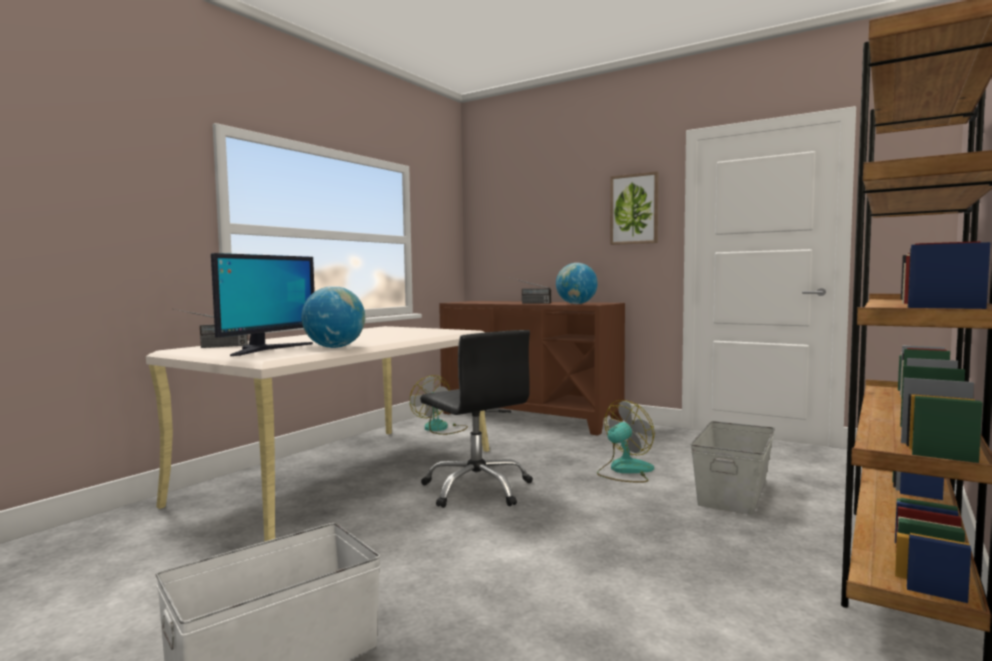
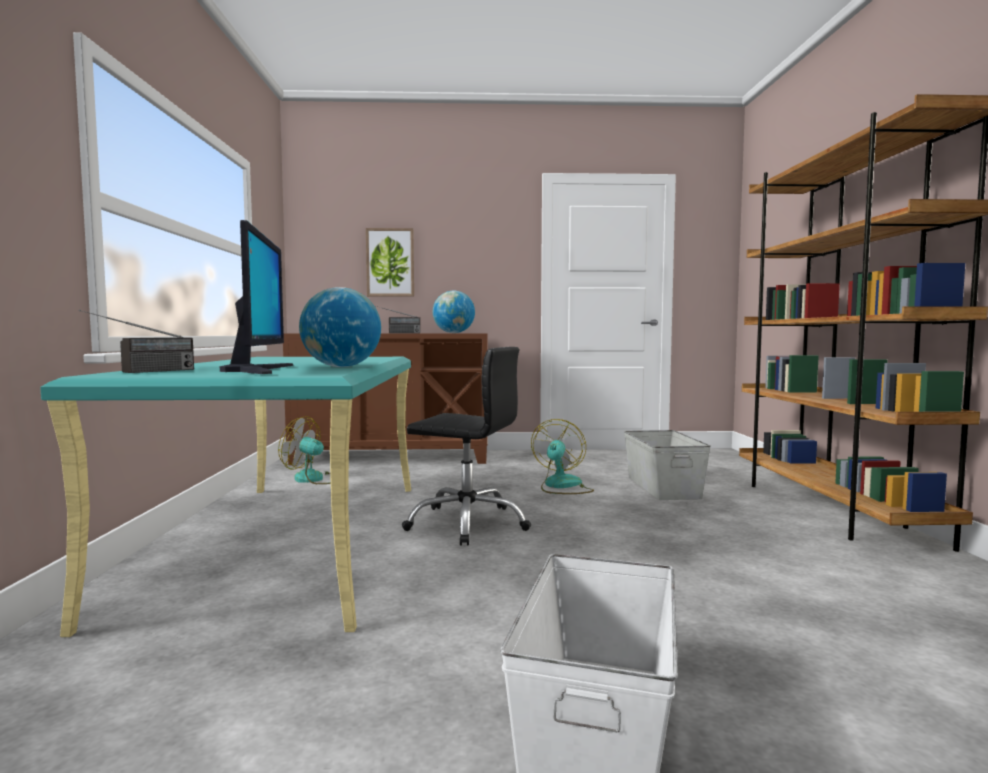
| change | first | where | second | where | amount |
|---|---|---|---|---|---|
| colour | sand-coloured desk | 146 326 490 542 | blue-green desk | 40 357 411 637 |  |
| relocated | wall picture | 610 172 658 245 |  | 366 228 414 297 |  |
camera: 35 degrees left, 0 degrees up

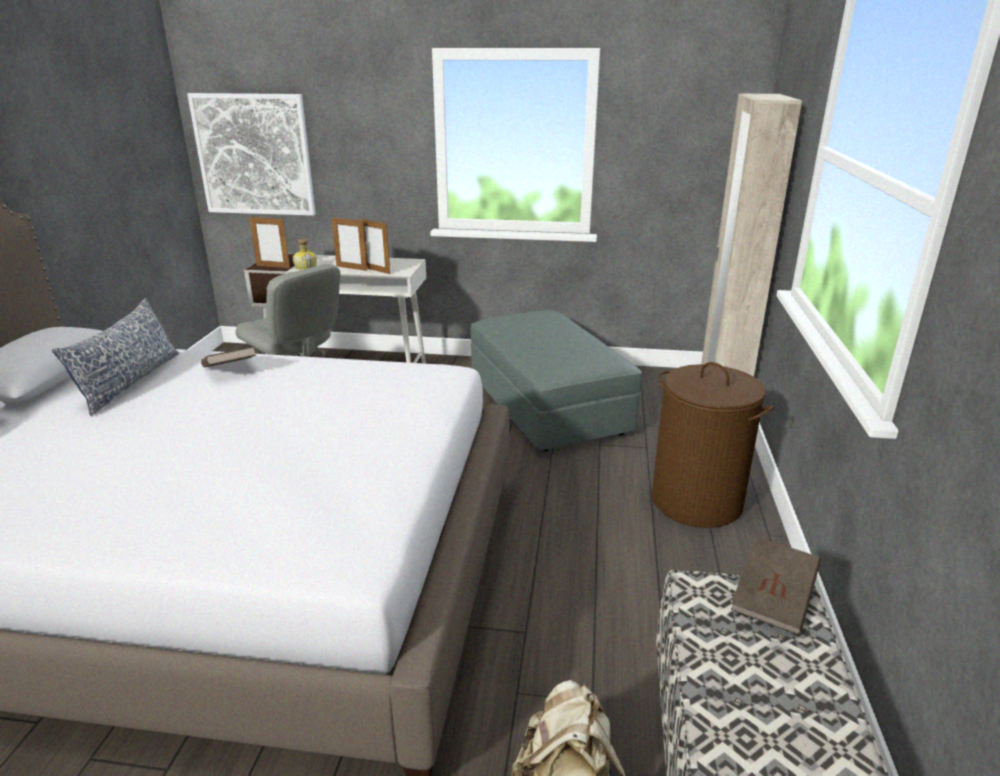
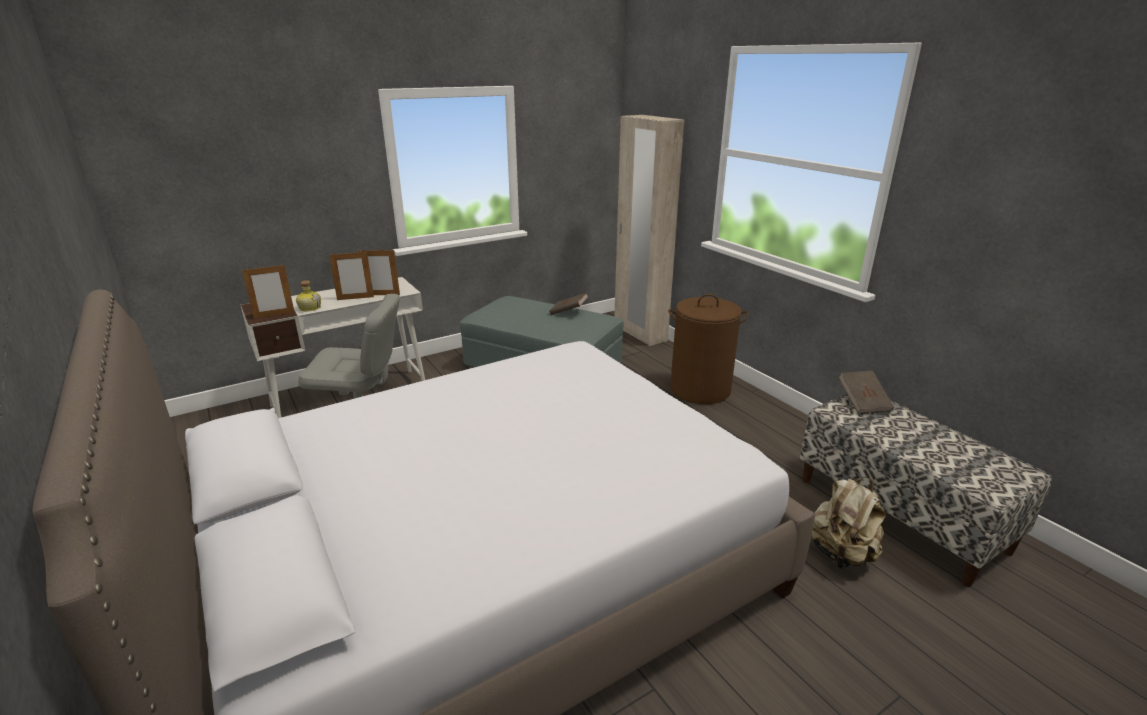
| change | first | where | second | where | amount |
|---|---|---|---|---|---|
| relocated | brown-coloured volume | 201 346 256 368 |  | 549 292 588 315 |  |
| missing | throw pillow | 52 298 180 416 |  |  |  |
| missing | wall picture | 187 93 316 216 |  |  |  |
camera: 40 degrees left, 0 degrees up

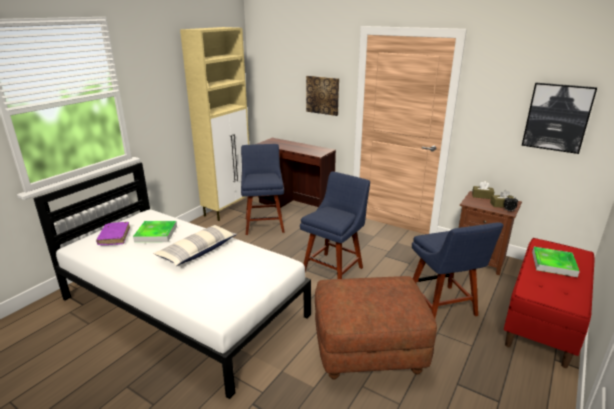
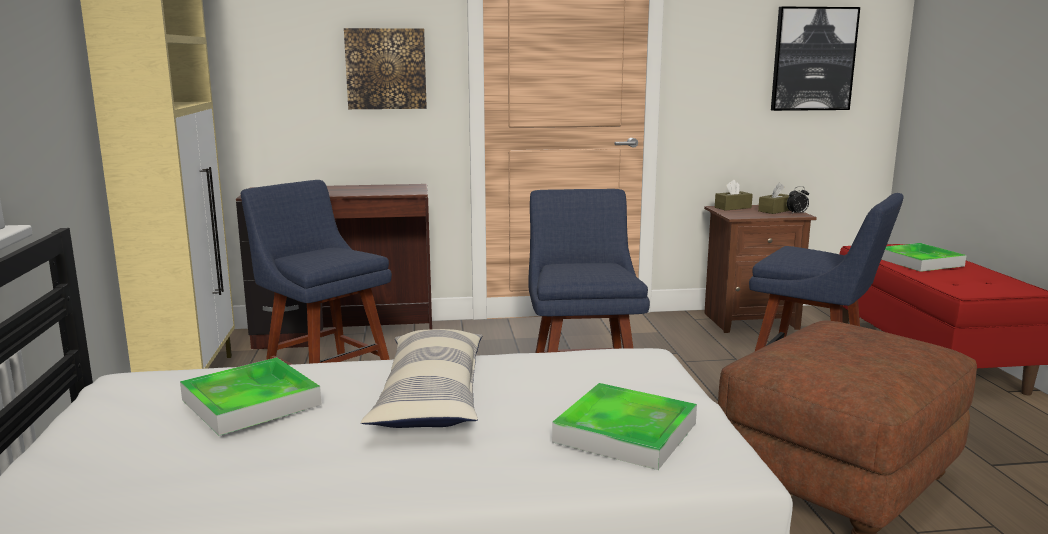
| change | first | where | second | where | amount |
|---|---|---|---|---|---|
| appeared |  |  | carrying tray | 552 383 697 470 |  |
| missing | purplish volume | 96 222 130 245 |  |  |  |
camera: 40 degrees left, 10 degrees down

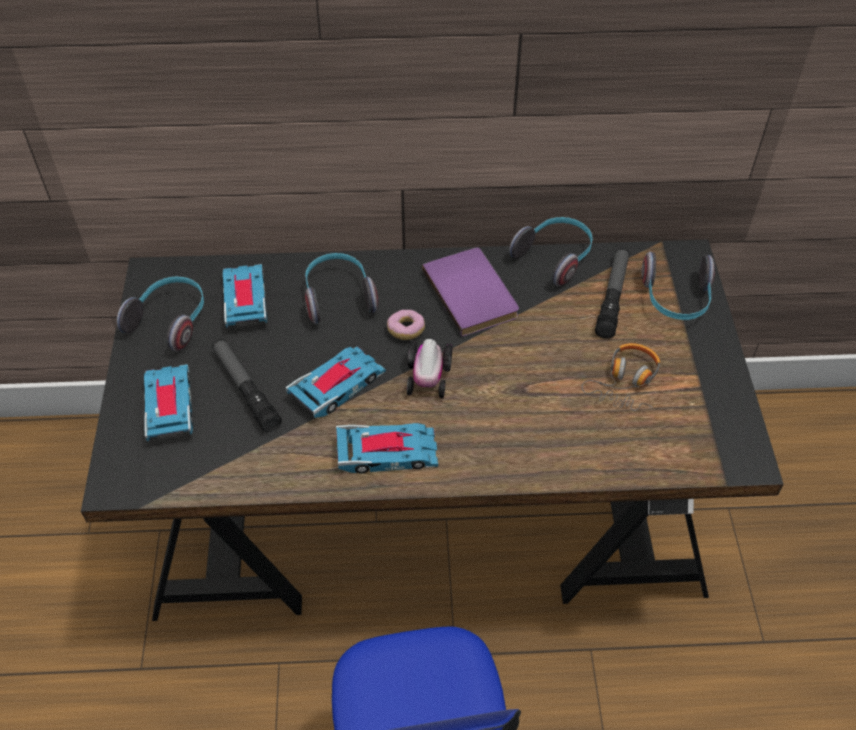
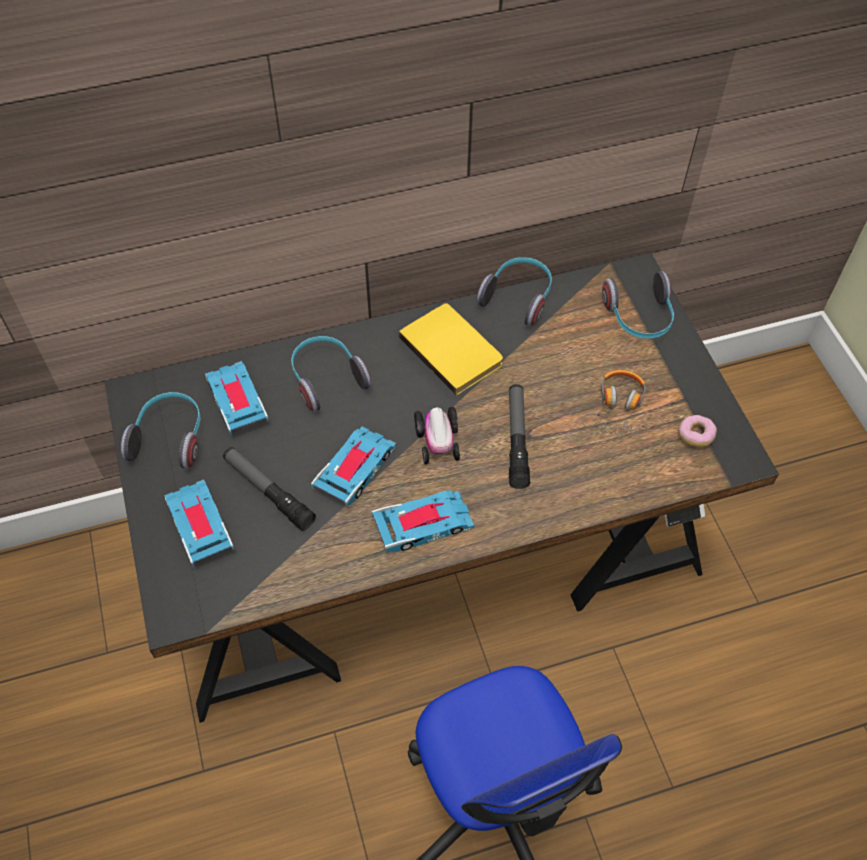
| change | first | where | second | where | amount |
|---|---|---|---|---|---|
| colour | purplish volume | 422 247 519 337 | yellow volume | 399 303 503 396 |  |
| relocated | hand torch | 595 248 629 339 |  | 509 384 530 489 |  |
| relocated | ring doughnut | 387 310 425 340 |  | 678 415 717 447 |  |
camera: 15 degrees left, 5 degrees up

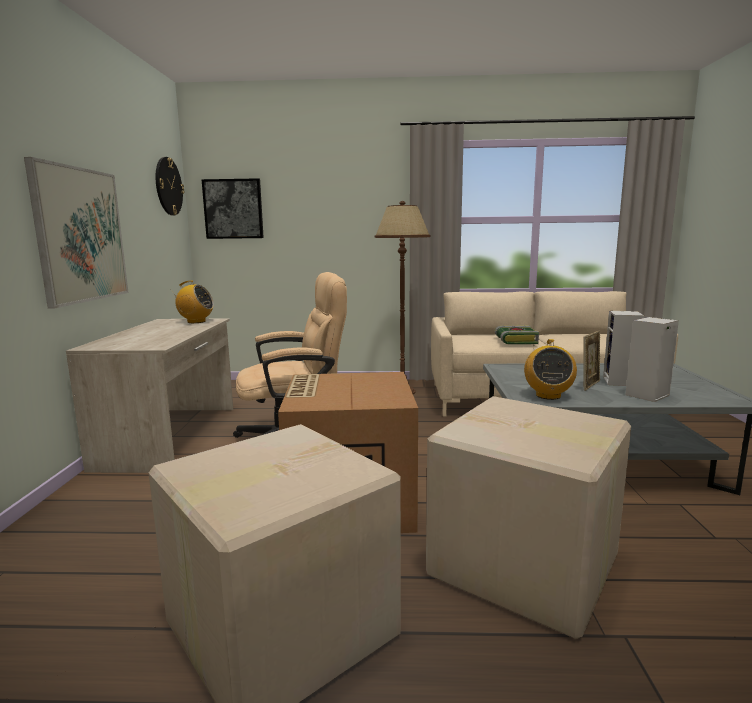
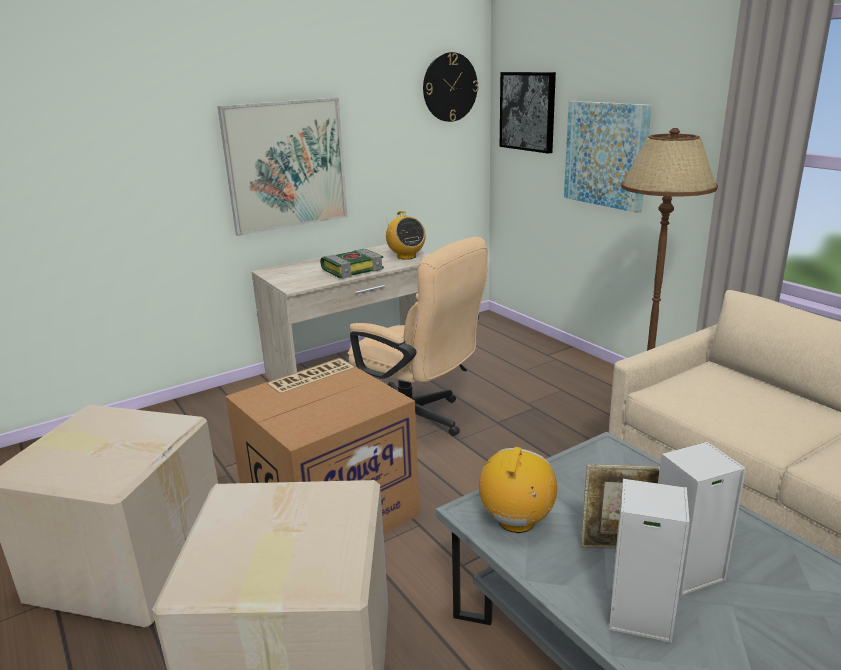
| change | first | where | second | where | amount |
|---|---|---|---|---|---|
| relocated | volume | 495 326 539 344 |  | 320 249 384 279 |  |
| spun | radio set | 524 339 577 400 |  | 479 447 557 533 | 135 degrees clockwise |
| appeared |  |  | wall picture | 564 101 652 213 |  |
camera: 55 degrees right, 10 degrees up

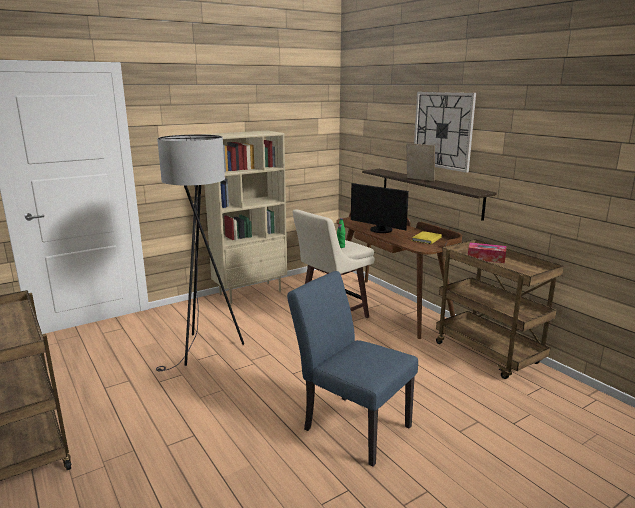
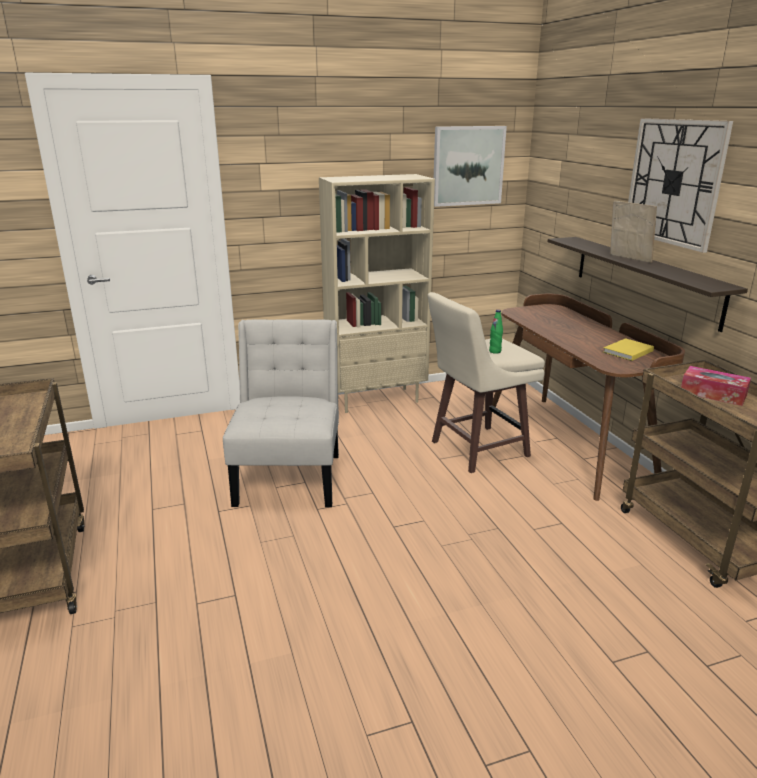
| change | first | where | second | where | amount |
|---|---|---|---|---|---|
| exchanged | grey floor lamp | 156 134 244 371 | white-coloured upright chair | 223 319 339 507 |  |
| appeared |  |  | wall picture | 434 126 507 207 |  |
| missing | bluish upright chair | 287 271 418 467 |  |  |  |
| missing | computer screen | 351 183 409 233 |  |  |  |
camera: 15 degrees right, 5 degrees up

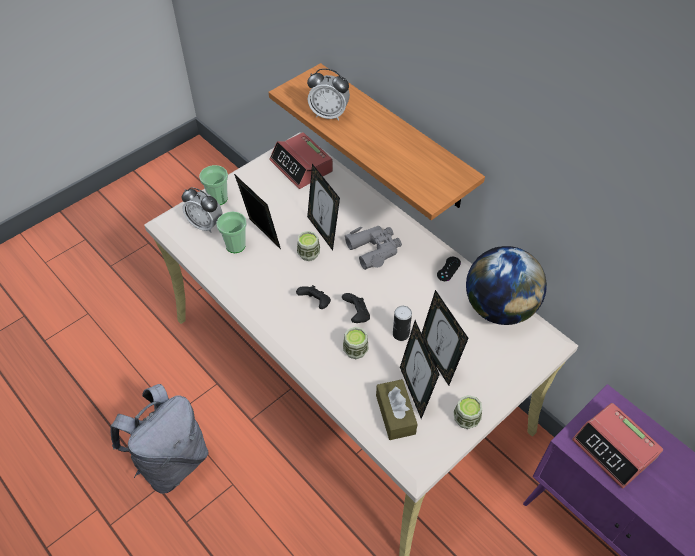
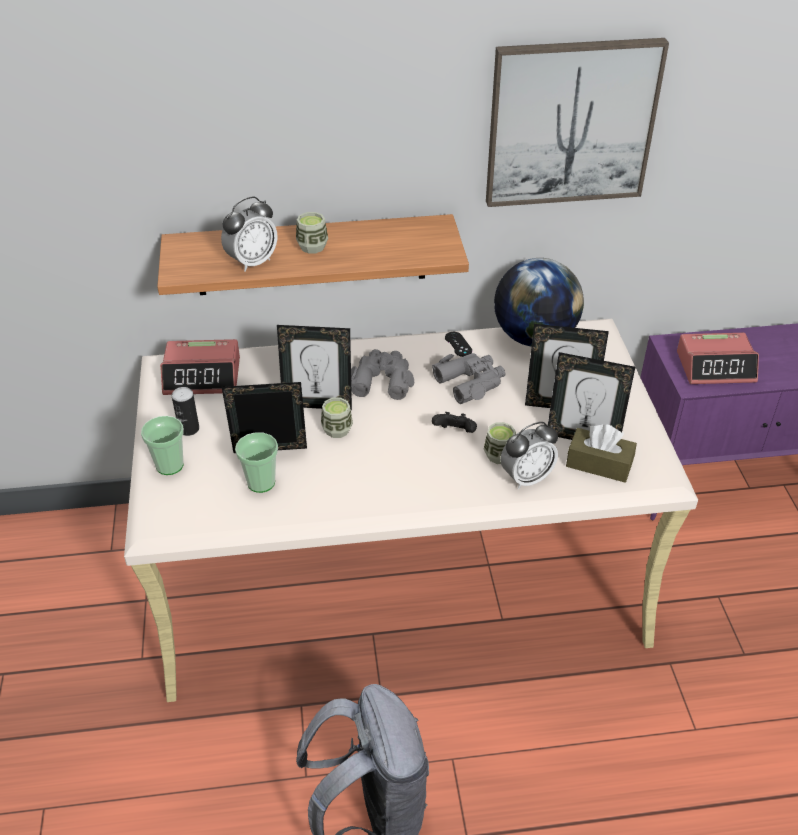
| change | first | where | second | where | amount |
|---|---|---|---|---|---|
| relocated | metal can | 393 306 412 341 |  | 172 387 199 436 |  |
| relocated | cup | 454 395 482 429 |  | 296 212 328 254 |  |
| appeared |  |  | grey pair of binoculars | 432 353 506 404 |  |
| appeared |  |  | wall picture | 486 38 669 207 |  |
| relocated | table clock | 182 187 223 233 |  | 500 422 558 489 |  |
| missing | black gamepad | 296 285 331 309 |  |  |  |
camera: 55 degrees left, 10 degrees down

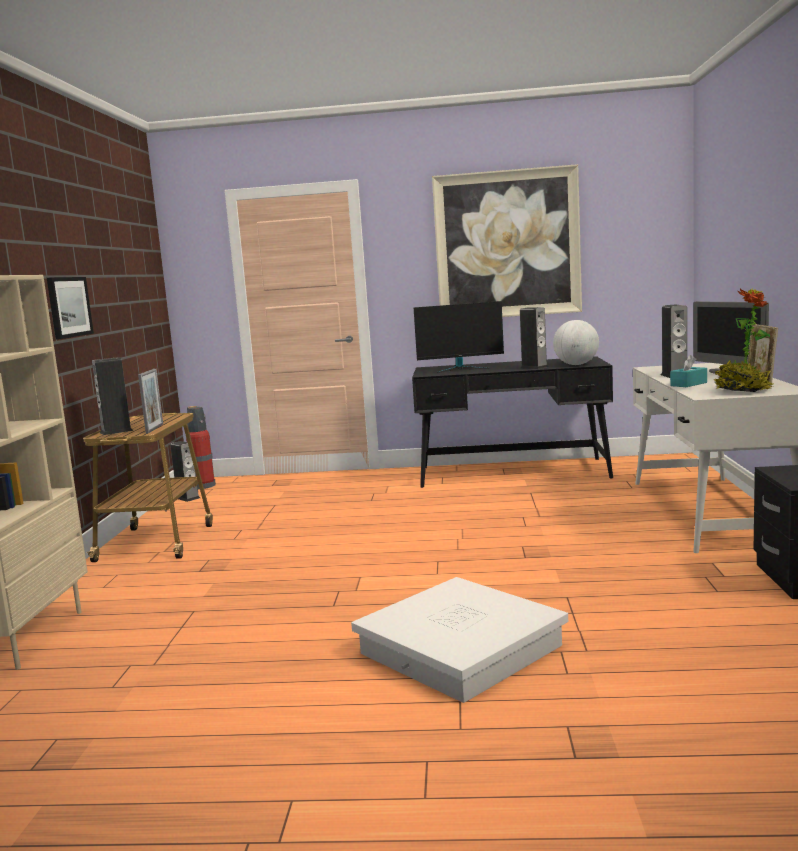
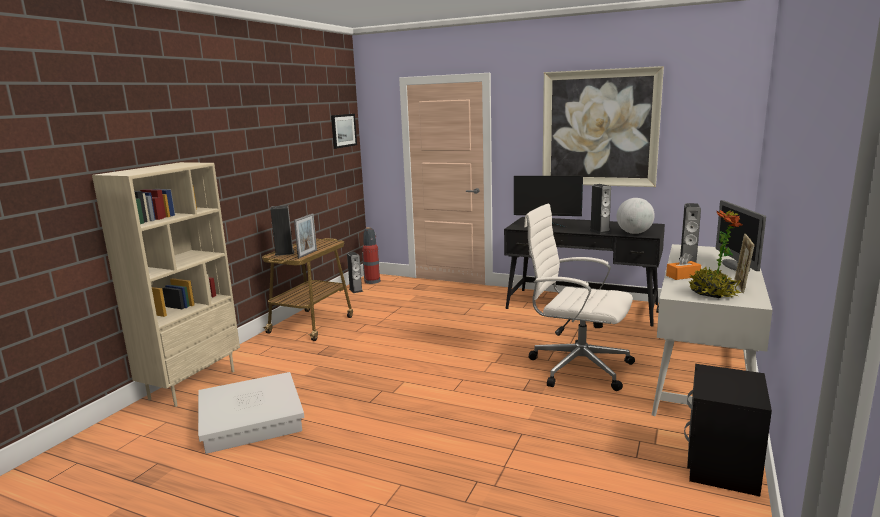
| change | first | where | second | where | amount |
|---|---|---|---|---|---|
| relocated | white-coloured storage container | 351 577 568 703 |  | 198 372 304 454 |  |
| relocated | wall picture | 47 277 94 340 |  | 331 114 357 149 |  |
| appeared |  |  | white-coloured desk chair | 524 203 635 391 |  |
| colour | blue-green tissue holder | 670 355 707 387 | orangey tissue holder | 666 253 701 280 |  |
camera: 20 degrees right, 5 degrees up

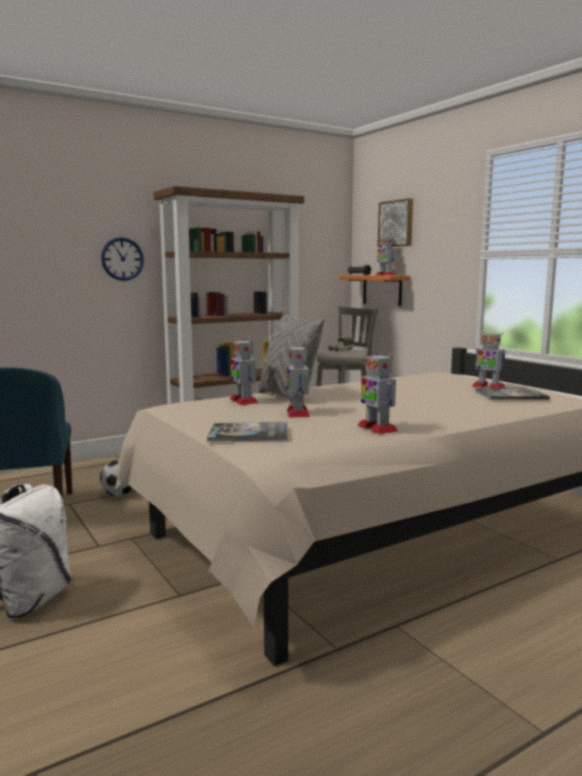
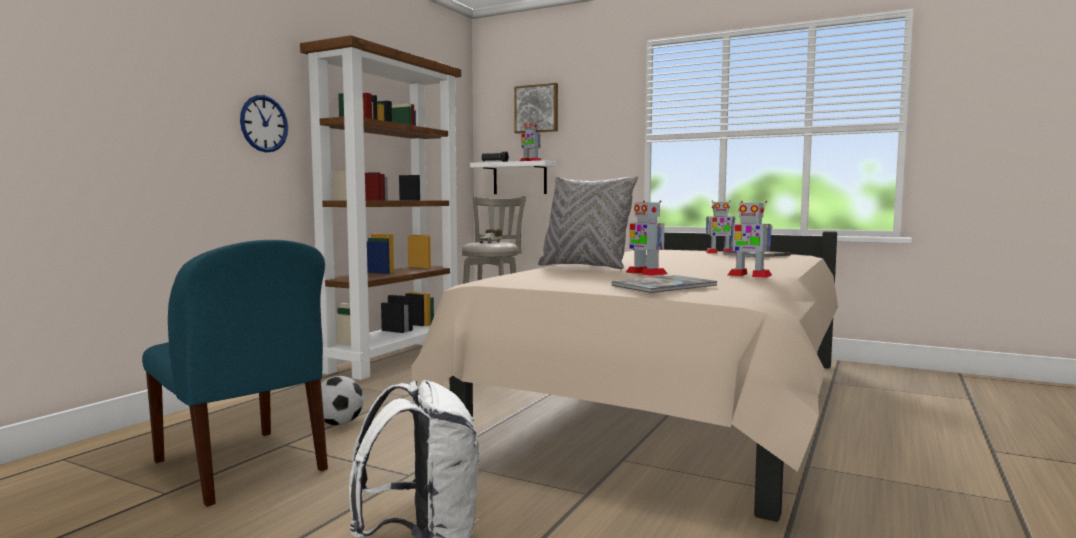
| change | first | where | second | where | amount |
|---|---|---|---|---|---|
| colour | orangey shelf | 339 275 410 306 | white-coloured shelf | 470 160 557 194 |  |
| missing | toy robot | 230 339 258 405 |  |  |  |
camera: 30 degrees left, 5 degrees down

